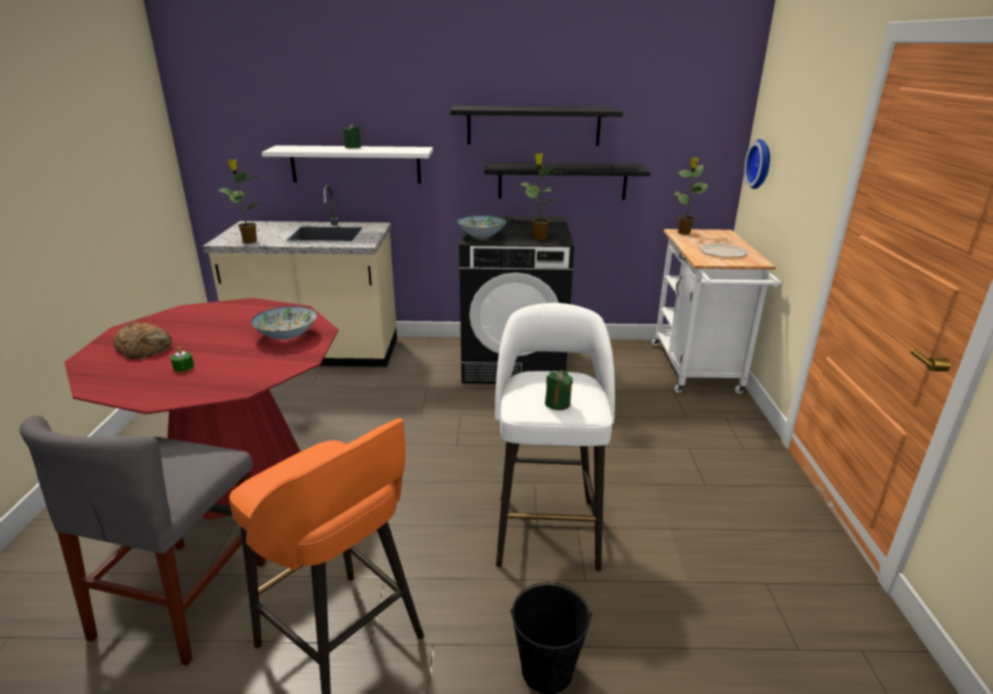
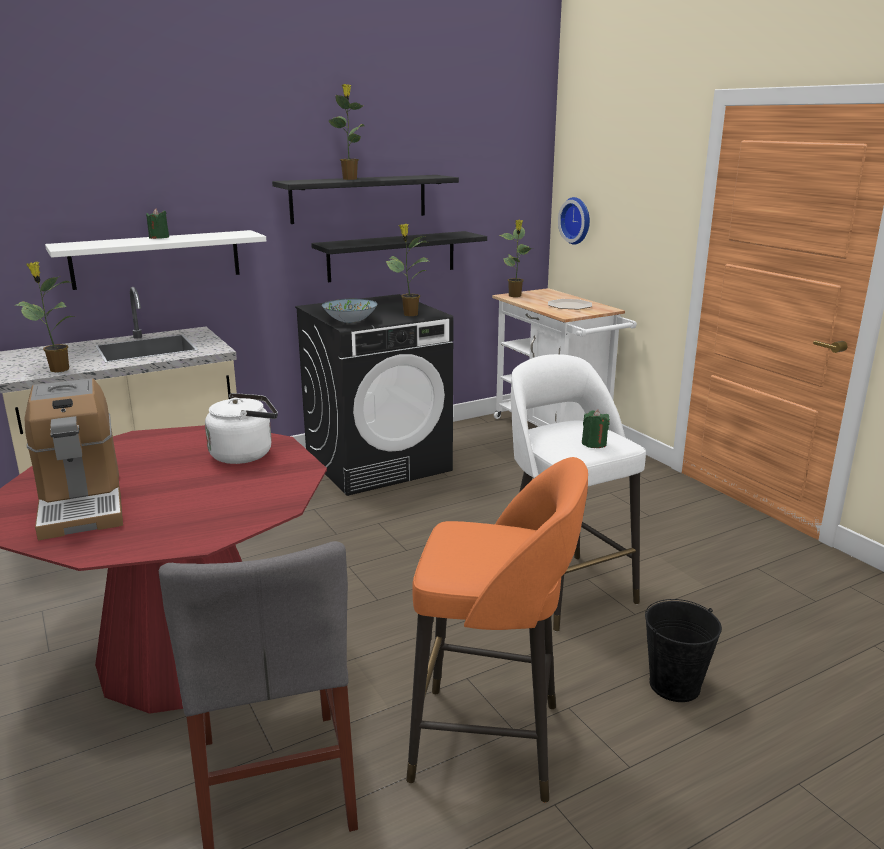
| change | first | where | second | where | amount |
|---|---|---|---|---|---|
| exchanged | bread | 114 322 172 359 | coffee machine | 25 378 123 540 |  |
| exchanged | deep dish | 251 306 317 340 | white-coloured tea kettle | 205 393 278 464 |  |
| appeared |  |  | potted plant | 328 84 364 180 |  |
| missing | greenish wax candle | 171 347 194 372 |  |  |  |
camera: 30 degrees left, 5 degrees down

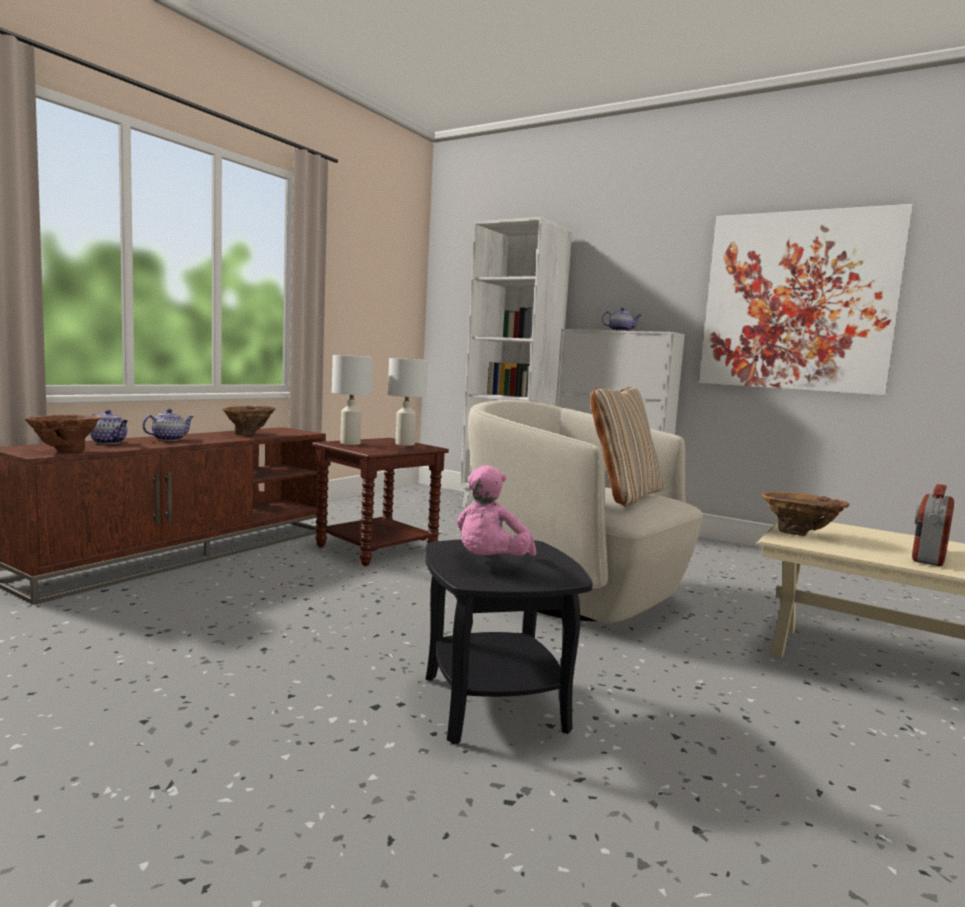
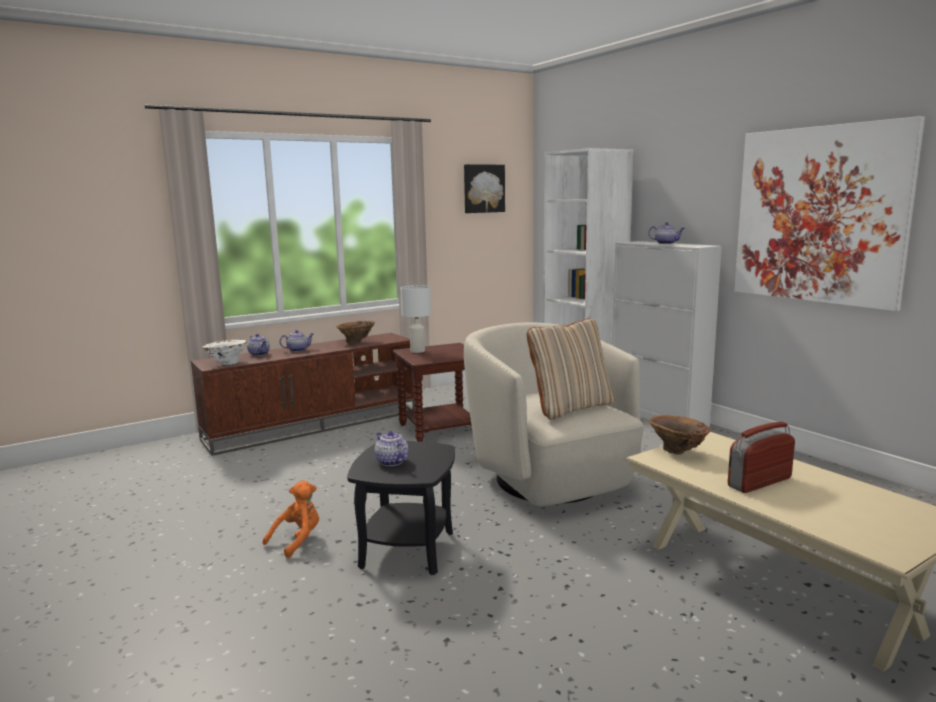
| change | first | where | second | where | amount |
|---|---|---|---|---|---|
| colour | brown-coloured decorative vase | 25 415 101 453 | white-coloured decorative vase | 202 340 247 365 |  |
| appeared |  |  | orangey soft toy | 263 480 319 558 |  |
| exchanged | pinkish soft toy | 457 465 536 556 | pot for tea | 375 431 408 466 |  |
| appeared |  |  | wall picture | 464 164 505 213 |  |
| missing | white-coloured lamp for a table | 388 358 428 446 |  |  |  |
camera: 25 degrees right, 5 degrees up

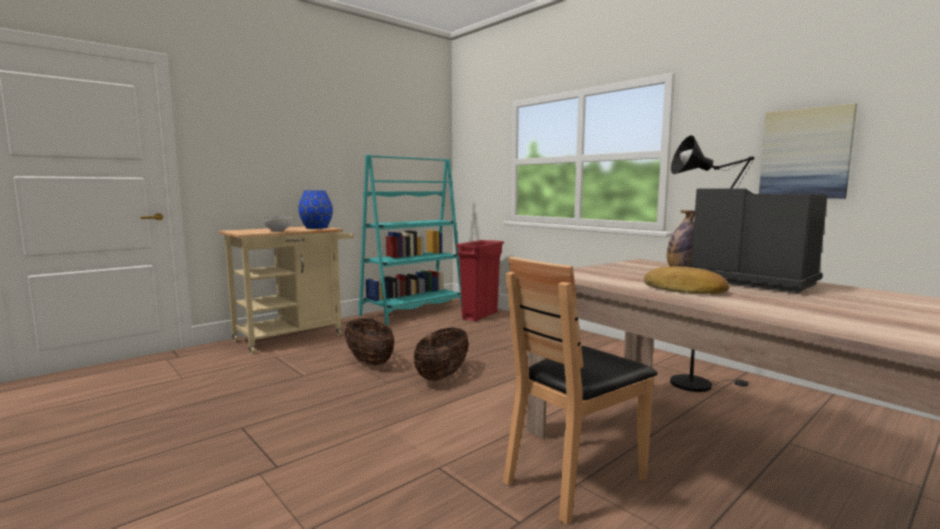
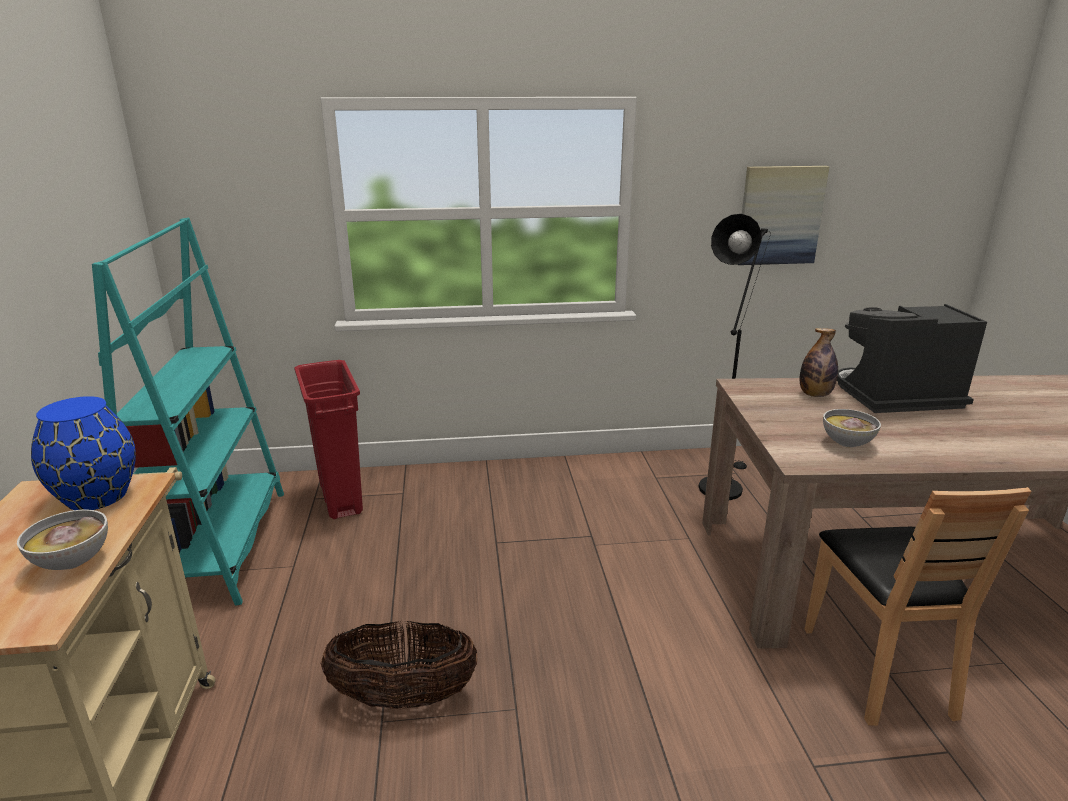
| change | first | where | second | where | amount |
|---|---|---|---|---|---|
| appeared |  |  | deep dish | 823 409 881 448 |  |
| missing | household basket | 414 327 469 381 |  |  |  |
| missing | bread | 644 267 730 294 |  |  |  |
camera: 55 degrees left, 15 degrees up

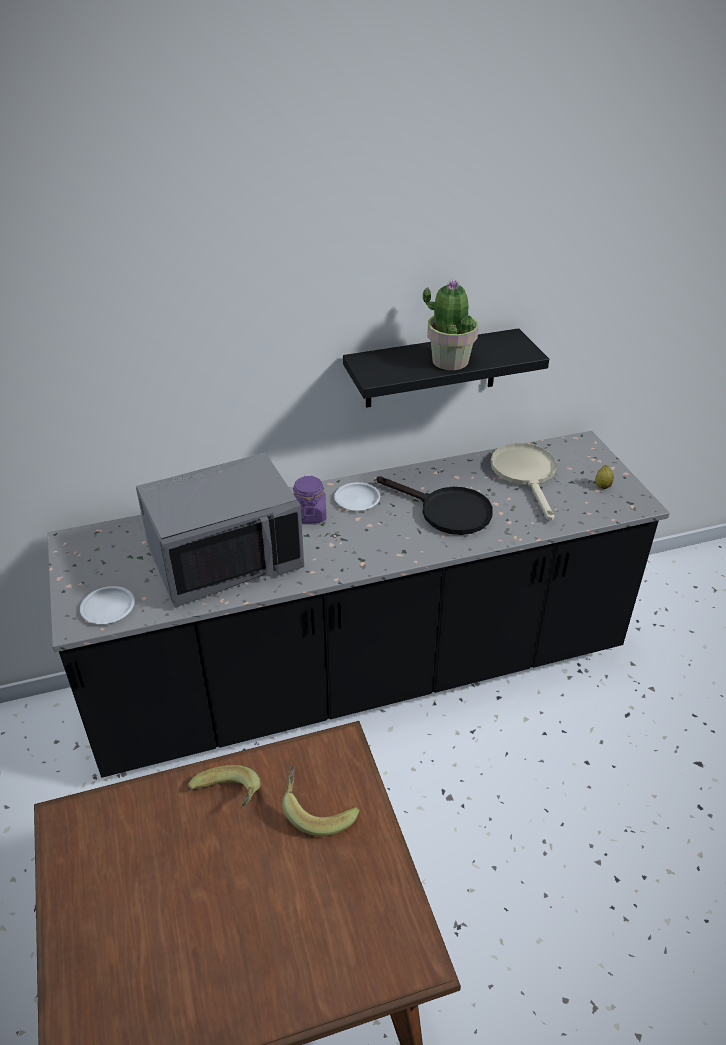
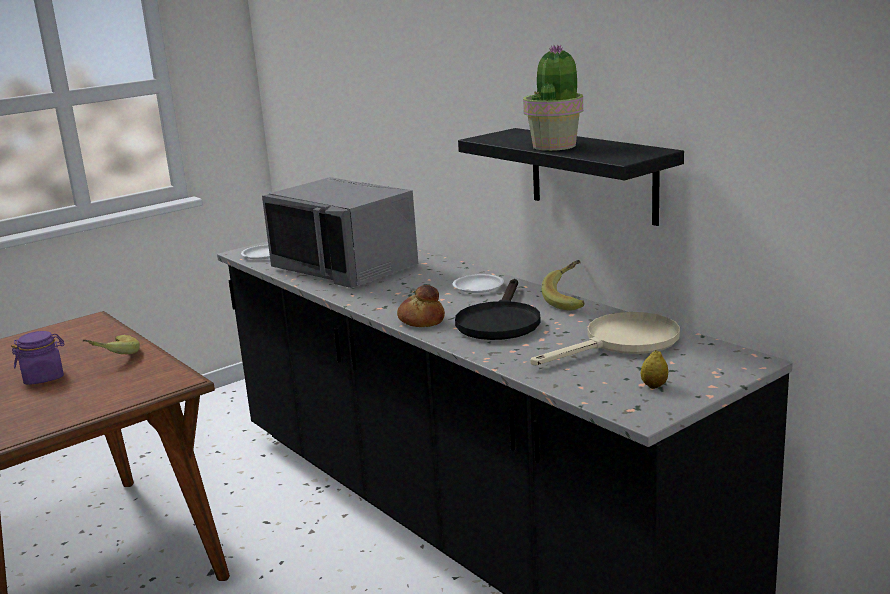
| change | first | where | second | where | amount |
|---|---|---|---|---|---|
| relocated | purplish storage jar | 293 476 326 523 |  | 11 331 65 385 |  |
| appeared |  |  | bread | 397 285 445 327 |  |
| relocated | whole banana | 282 765 360 836 |  | 542 260 585 311 |  |
camera: 70 degrees right, 20 degrees down

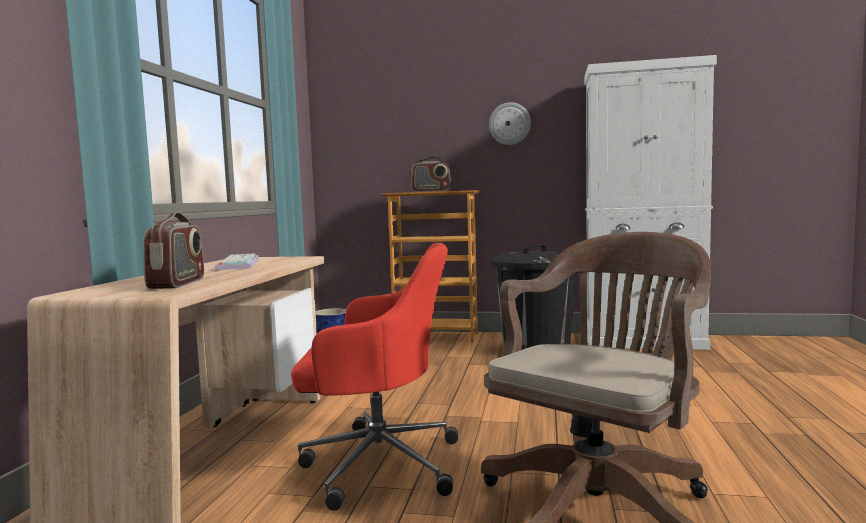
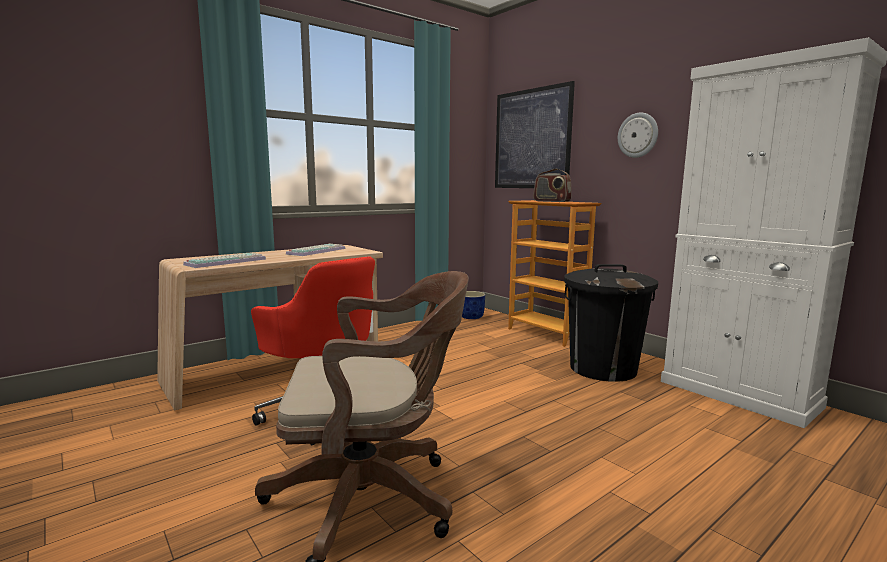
| change | first | where | second | where | amount |
|---|---|---|---|---|---|
| exchanged | radio set | 143 212 204 289 | keyboard | 183 253 266 268 |  |
| appeared |  |  | wall picture | 495 81 575 188 |  |
camera: 40 degrees right, 5 degrees up

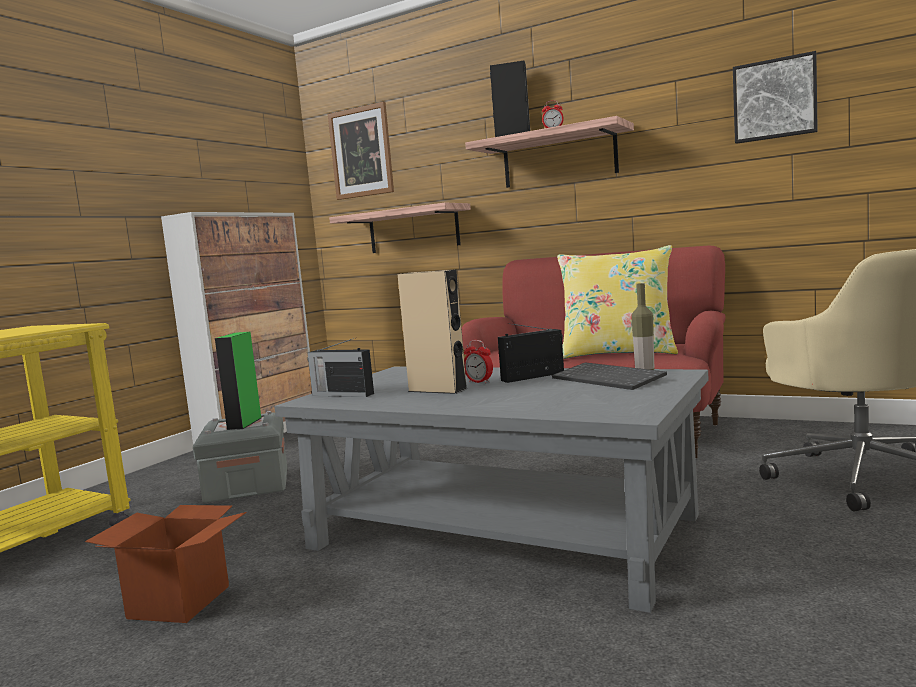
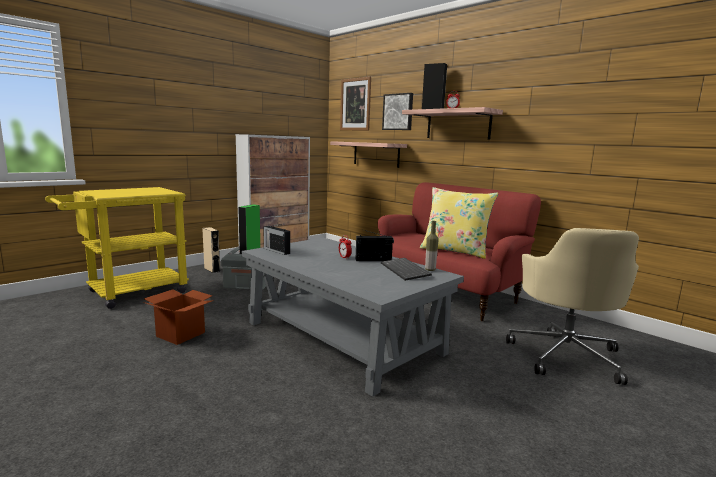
| change | first | where | second | where | amount |
|---|---|---|---|---|---|
| relocated | sand-coloured audio speaker | 398 269 467 394 |  | 202 227 220 273 |  |
| relocated | wall picture | 733 51 818 144 |  | 382 93 413 130 |  |
camera: 15 degrees right, 5 degrees up

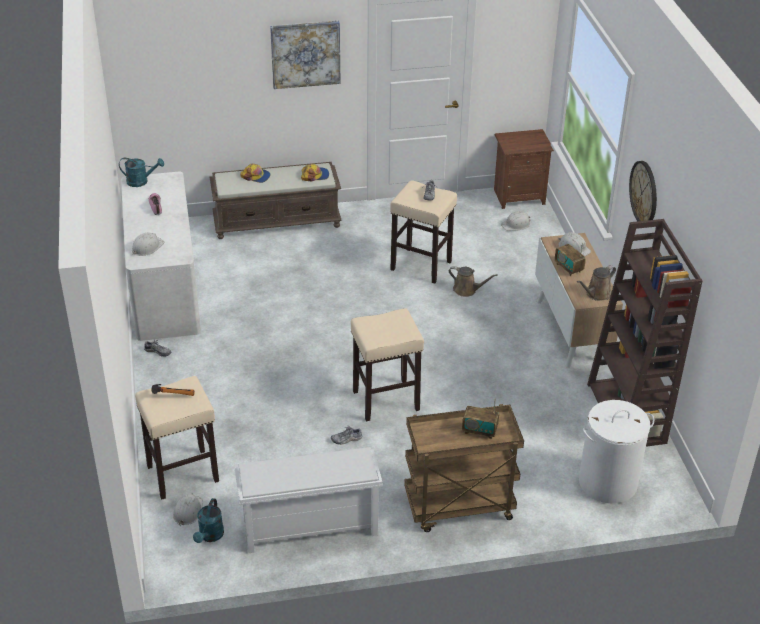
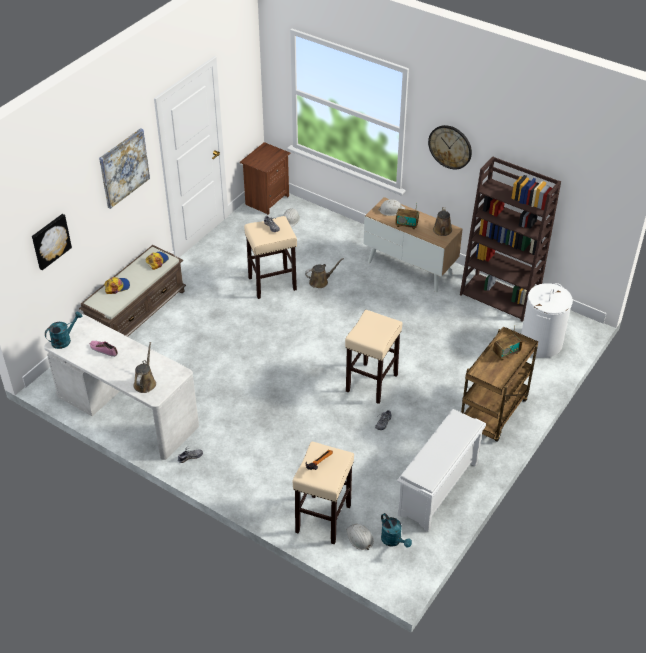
| change | first | where | second | where | amount |
|---|---|---|---|---|---|
| appeared |  |  | wall picture | 32 214 72 270 |  |
| exchanged | white-coloured safety helmet | 132 233 164 256 | brown-coloured watering can | 133 342 156 393 |  |
camera: 45 degrees left, 5 degrees up

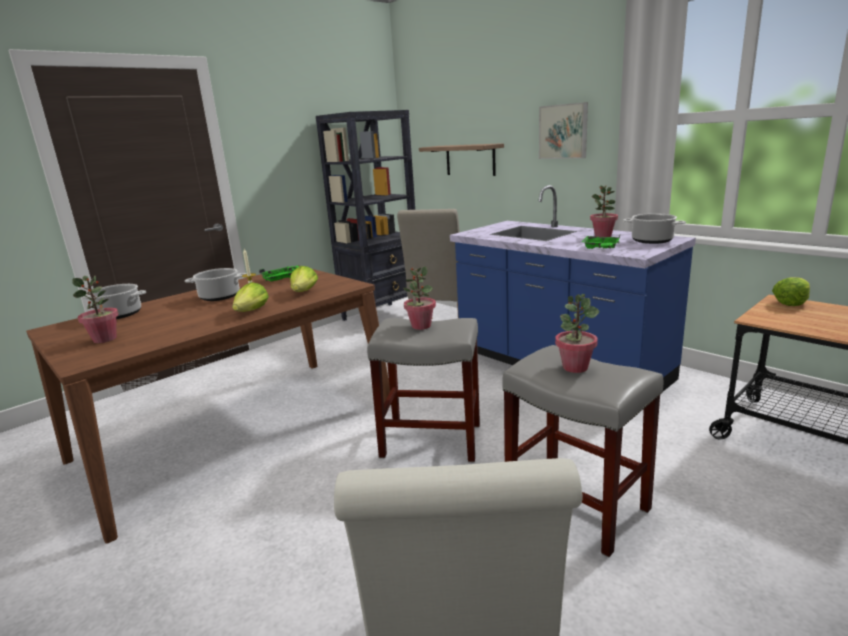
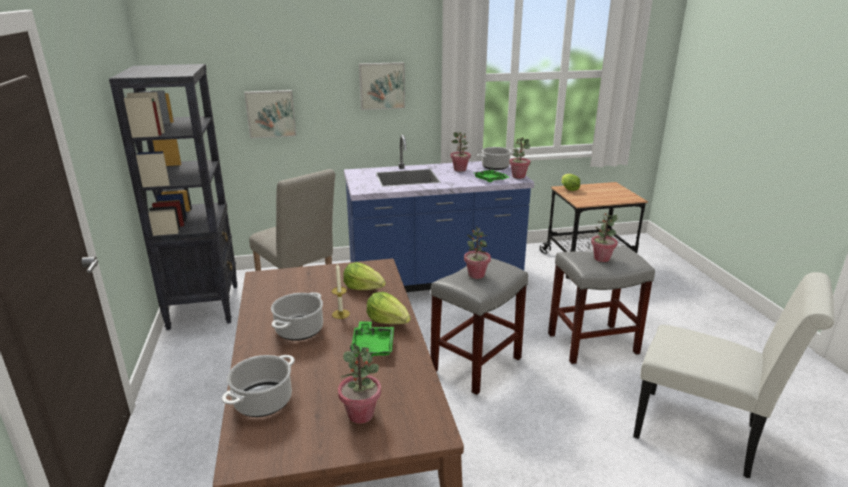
| change | first | where | second | where | amount |
|---|---|---|---|---|---|
| exchanged | shelf | 419 143 504 176 | wall picture | 244 90 296 138 |  |
| relocated | greenish carrying tray | 259 265 299 281 |  | 350 321 394 358 |  |
| appeared |  |  | potted plant | 509 137 531 179 |  |
camera: 60 degrees left, 5 degrees up

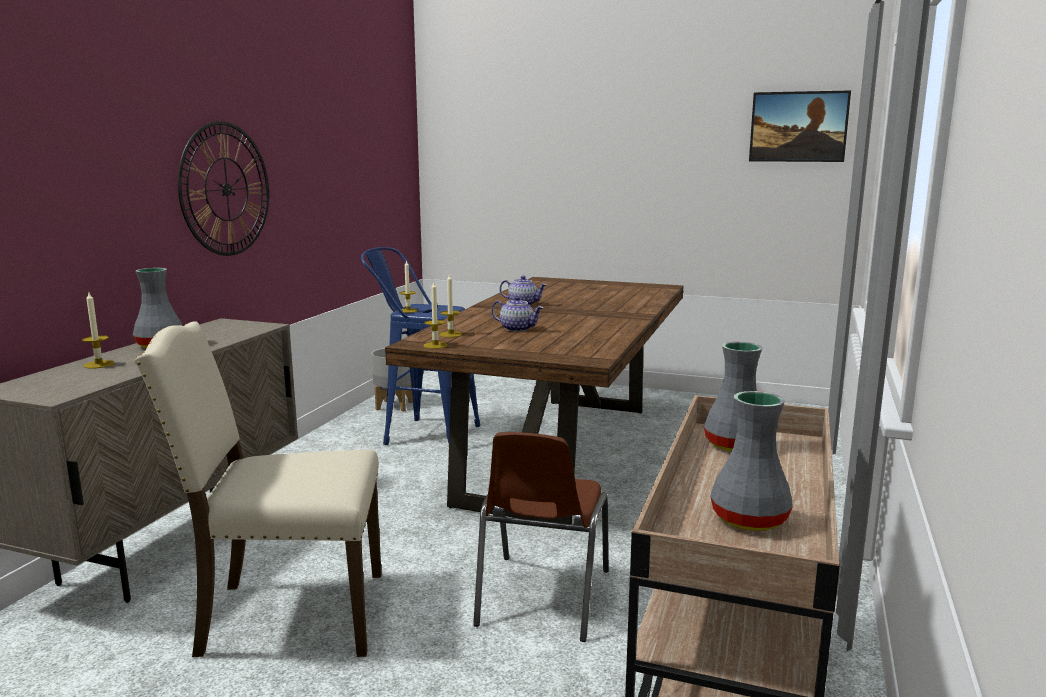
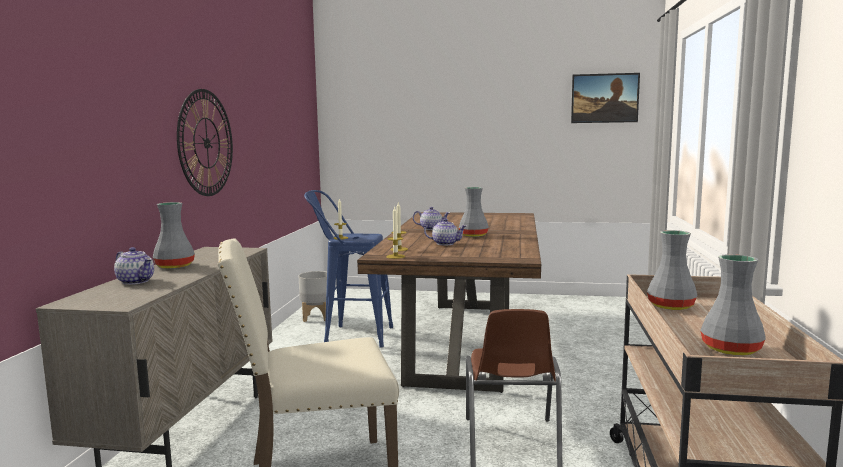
| change | first | where | second | where | amount |
|---|---|---|---|---|---|
| exchanged | wax candle | 82 292 115 369 | pot for tea | 114 247 154 285 |  |
| appeared |  |  | grey decorative vase | 459 187 489 237 |  |
camera: 10 degrees left, 5 degrees down

